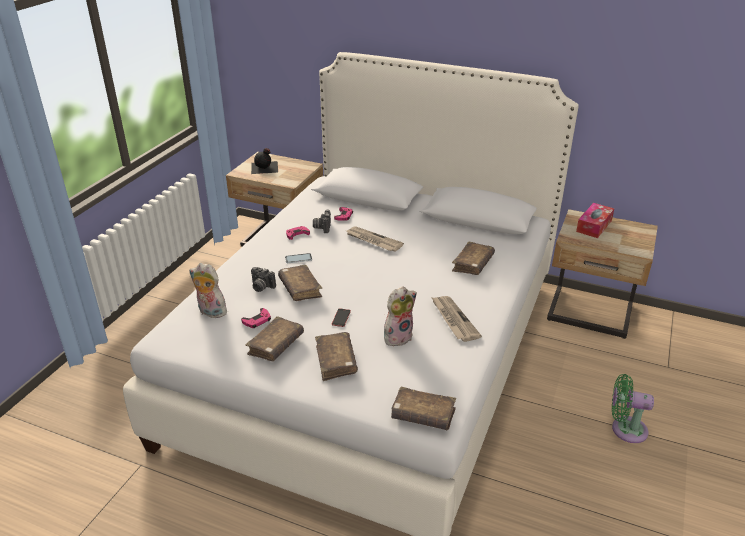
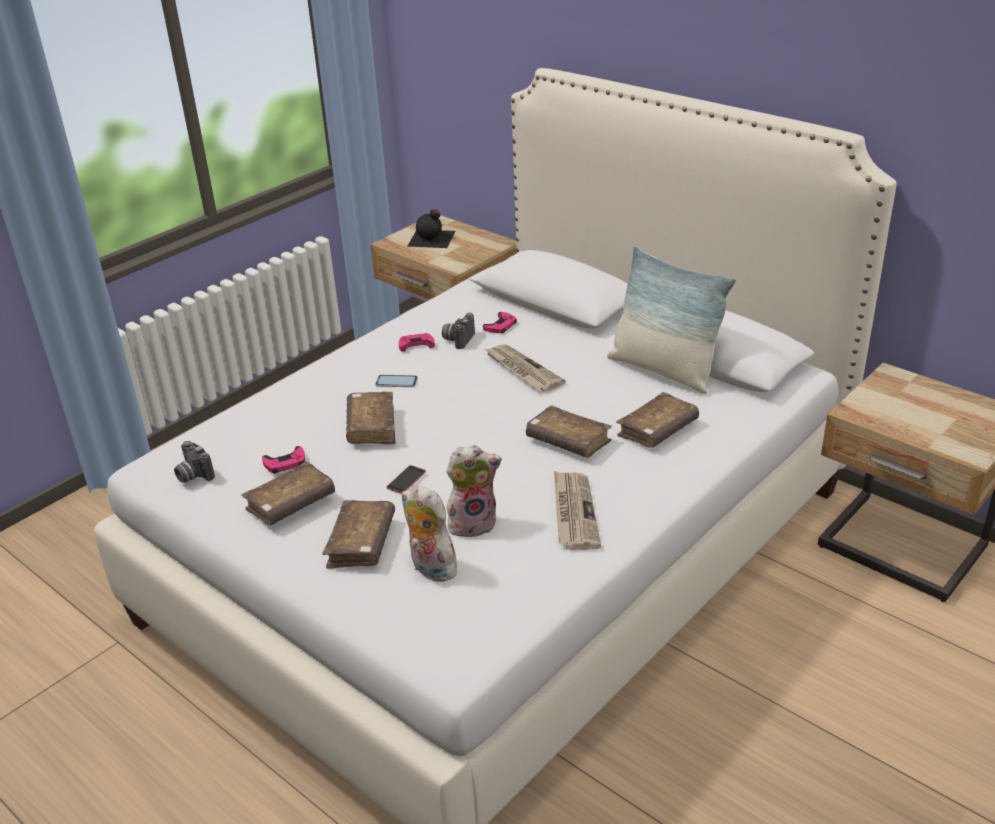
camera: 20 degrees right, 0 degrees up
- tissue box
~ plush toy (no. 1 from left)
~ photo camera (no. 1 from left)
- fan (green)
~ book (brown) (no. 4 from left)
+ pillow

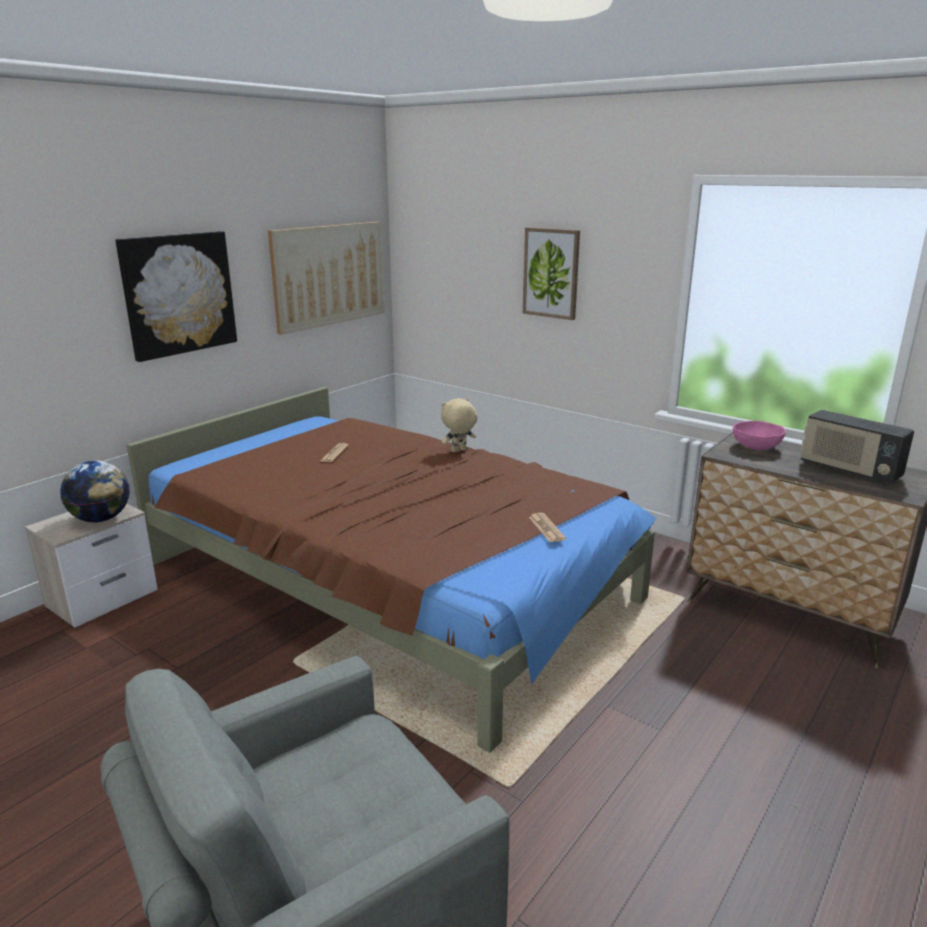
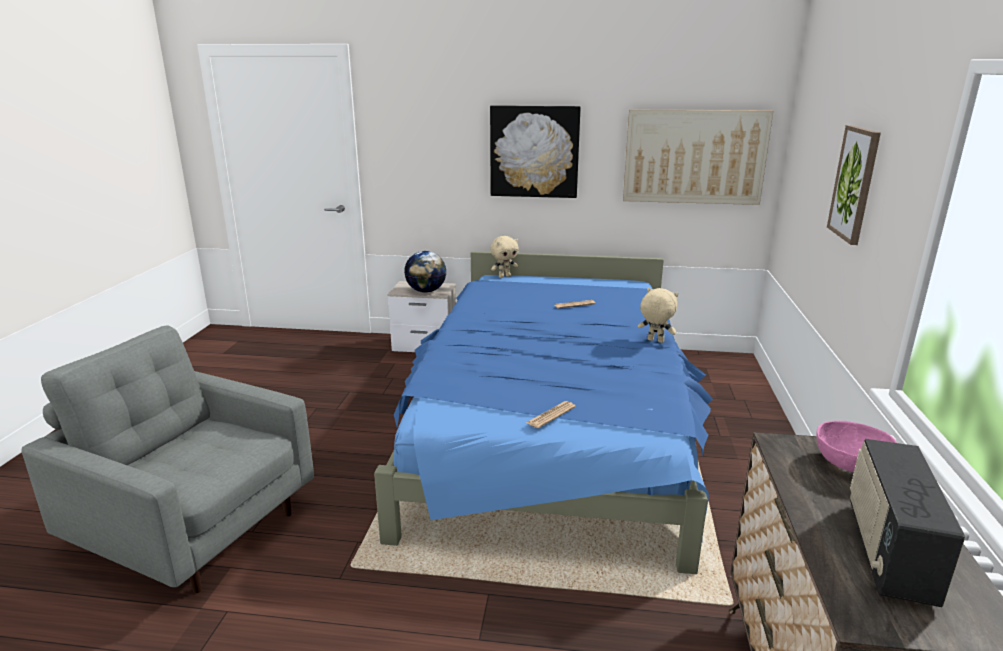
camera: 60 degrees right, 0 degrees up
~ bed (brown) to bed (blue)
+ plush toy (beige) (no. 1 from left)

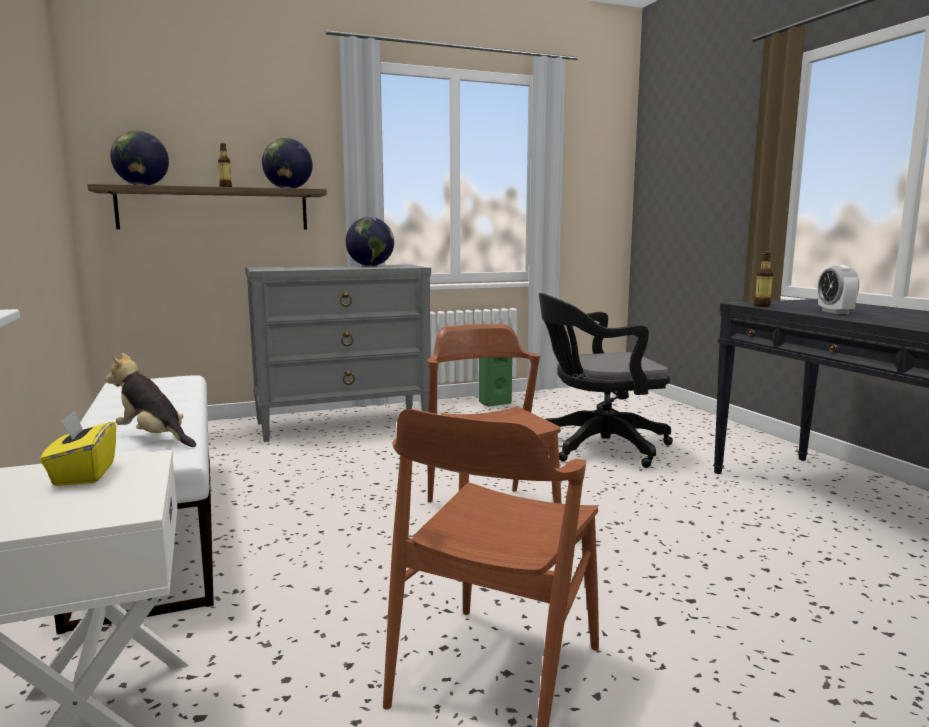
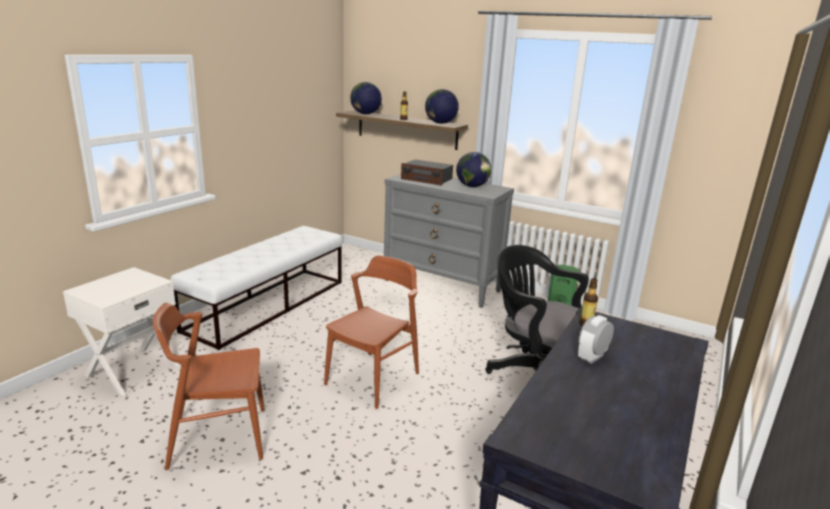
camera: 50 degrees right, 10 degrees up
- plush toy
- tissue box (yellow)
+ radio

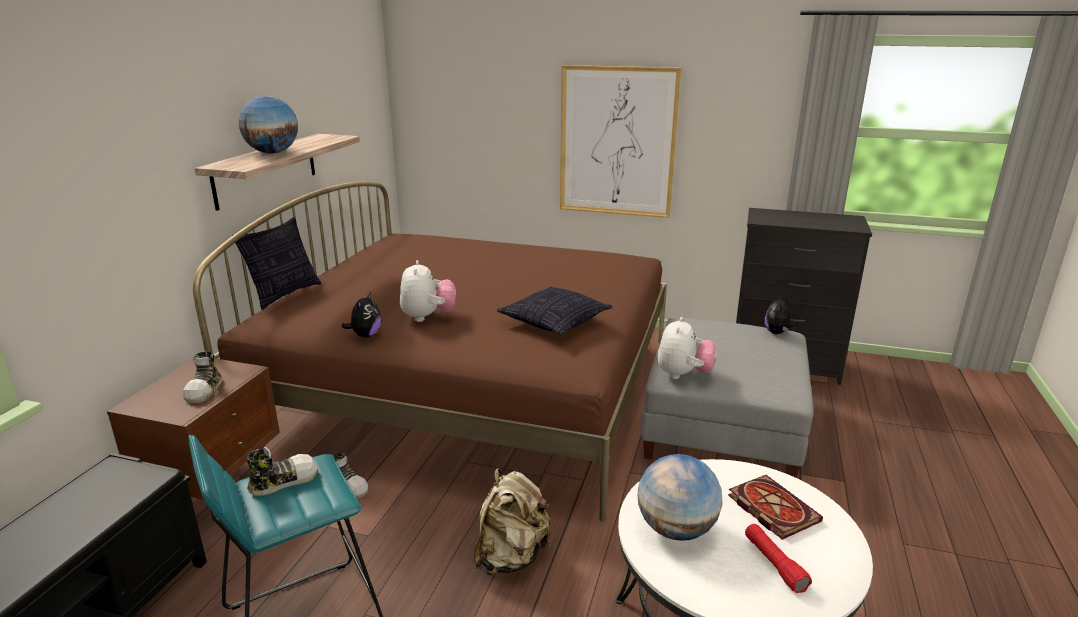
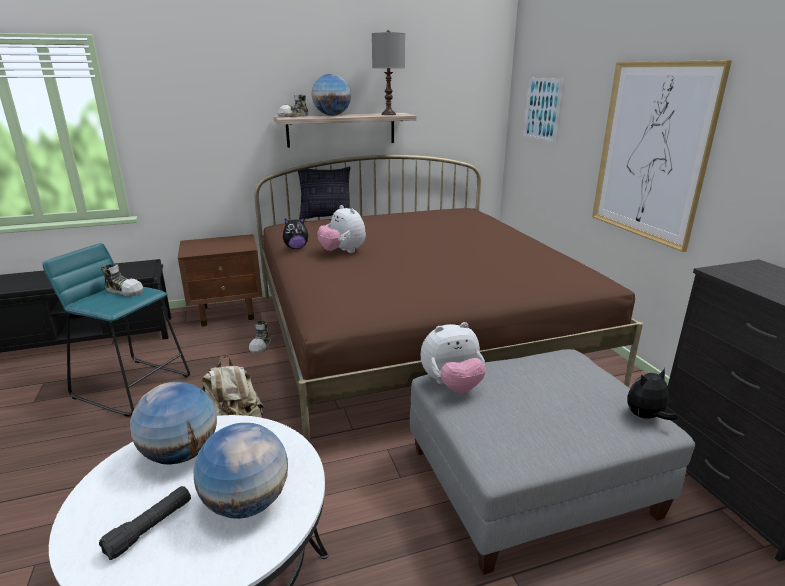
camera: 55 degrees right, 0 degrees up
~ plush toy (no. 2 from left) 90 degrees clockwise
- pillow (no. 2 from left)
~ shoe (no. 1 from left in the first image) to shoe (no. 3 from left)
~ book to globe (no. 2 from left)
~ flashlight (red) to flashlight (black)
+ table lamp (grey)
+ picture (no. 1 from left)

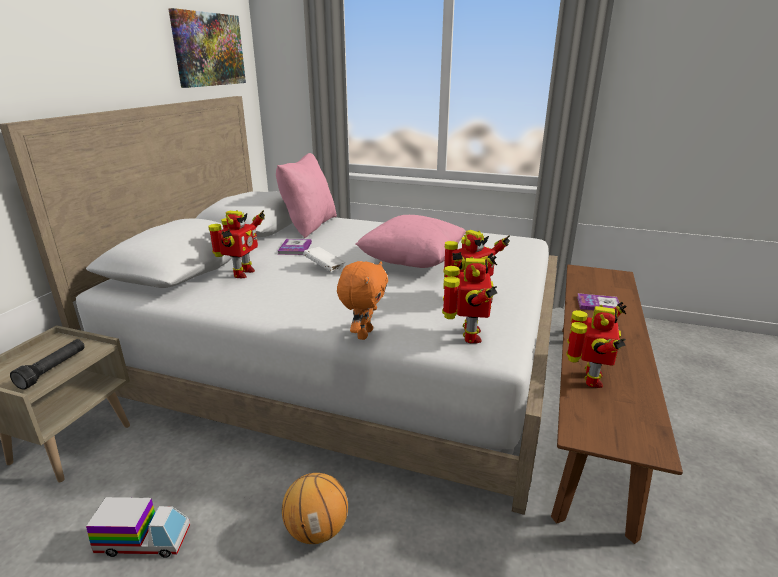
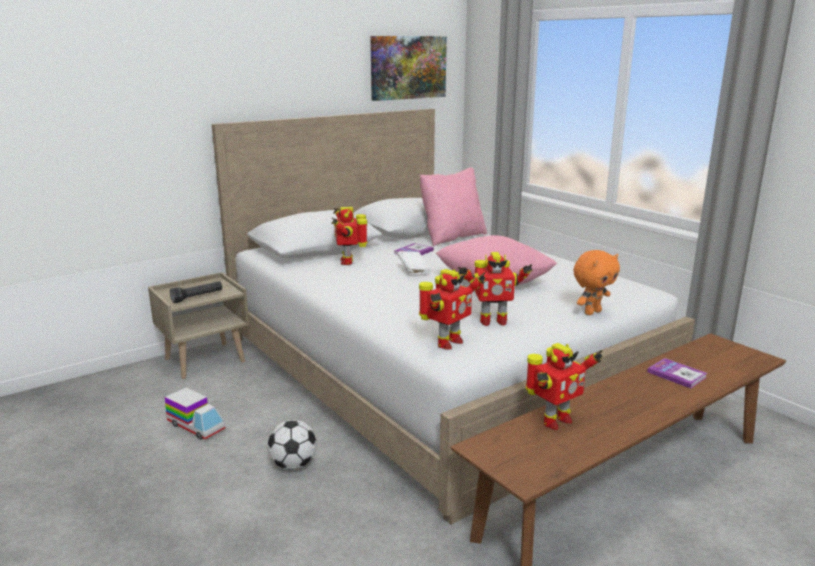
camera: 35 degrees right, 5 degrees down
~ toy robot (no. 1 from left) 120 degrees clockwise
~ plush toy (orange)
~ basketball to football

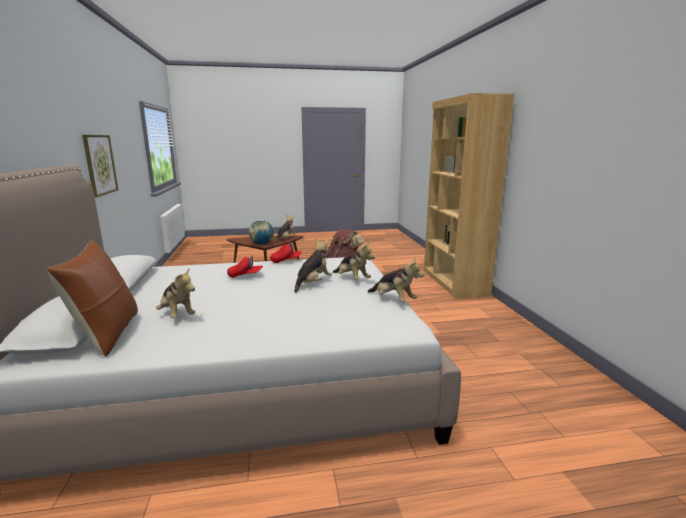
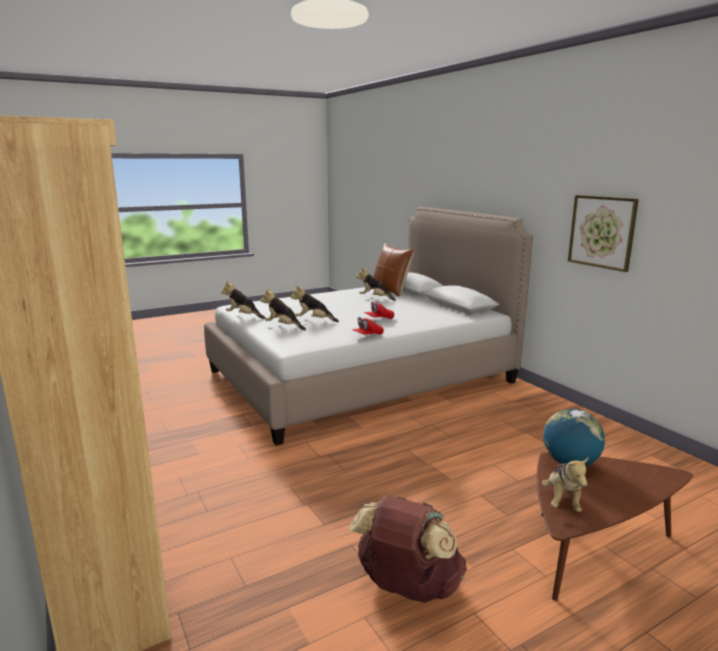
camera: 160 degrees right, 0 degrees up
~ plush toy (no. 3 from left) 90 degrees clockwise

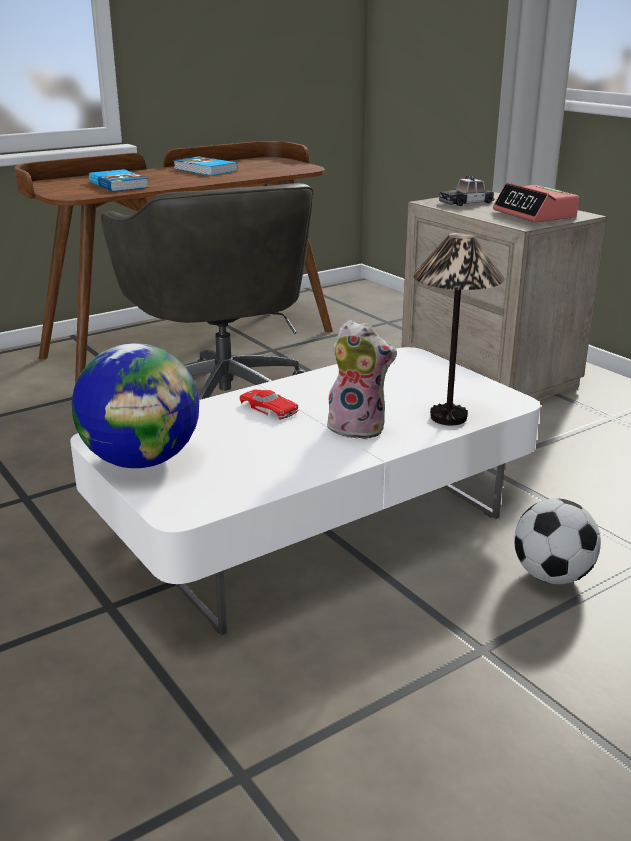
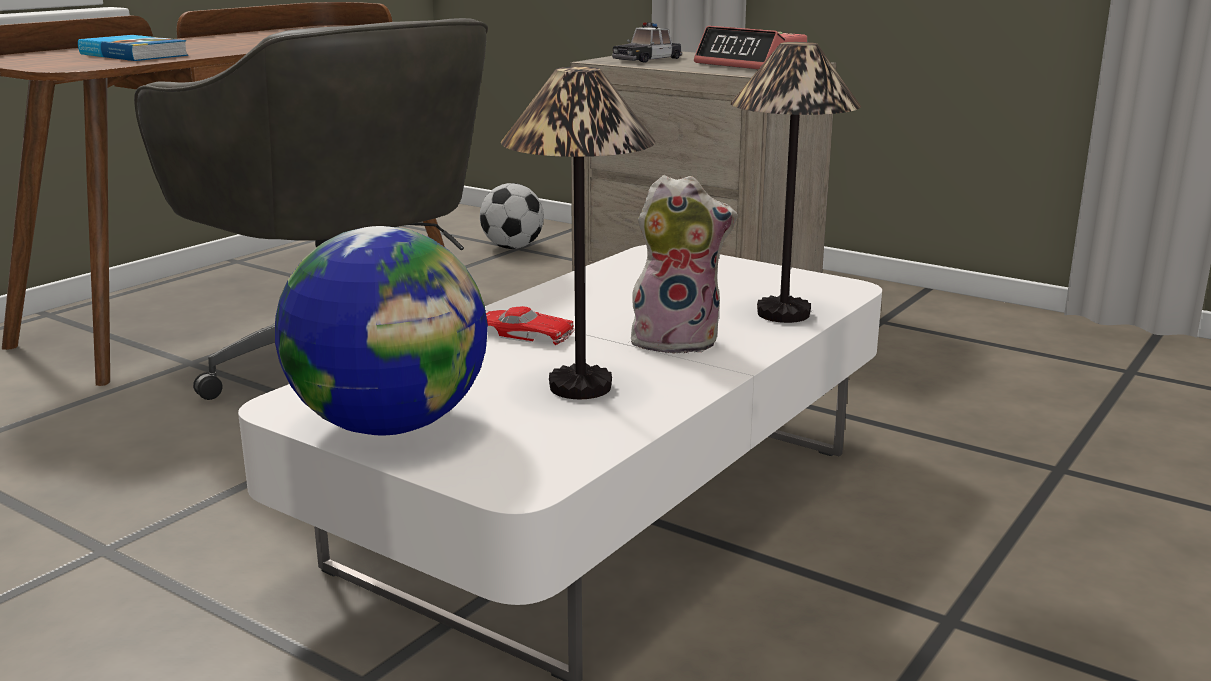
camera: 20 degrees left, 5 degrees down
- book (no. 2 from left)
~ football
+ table lamp (no. 1 from left)

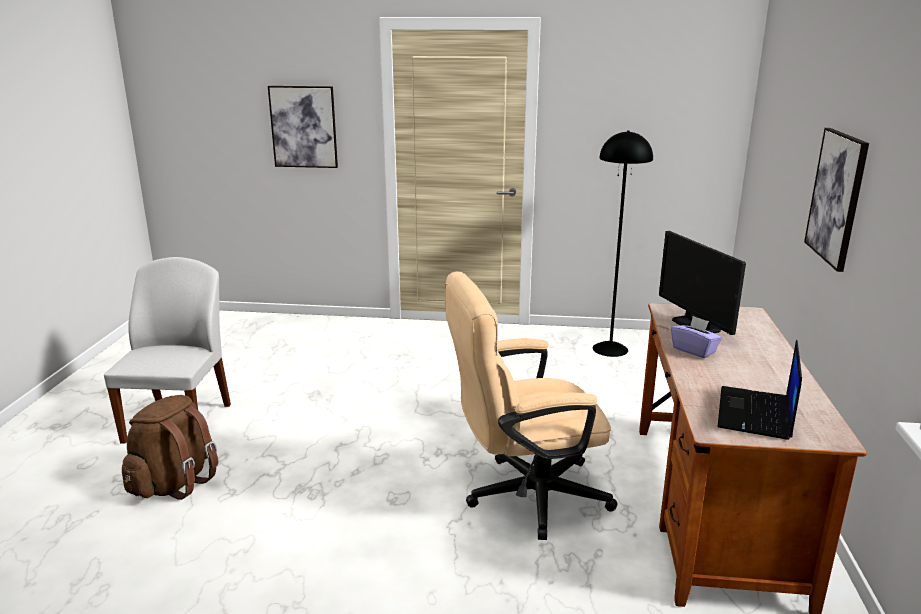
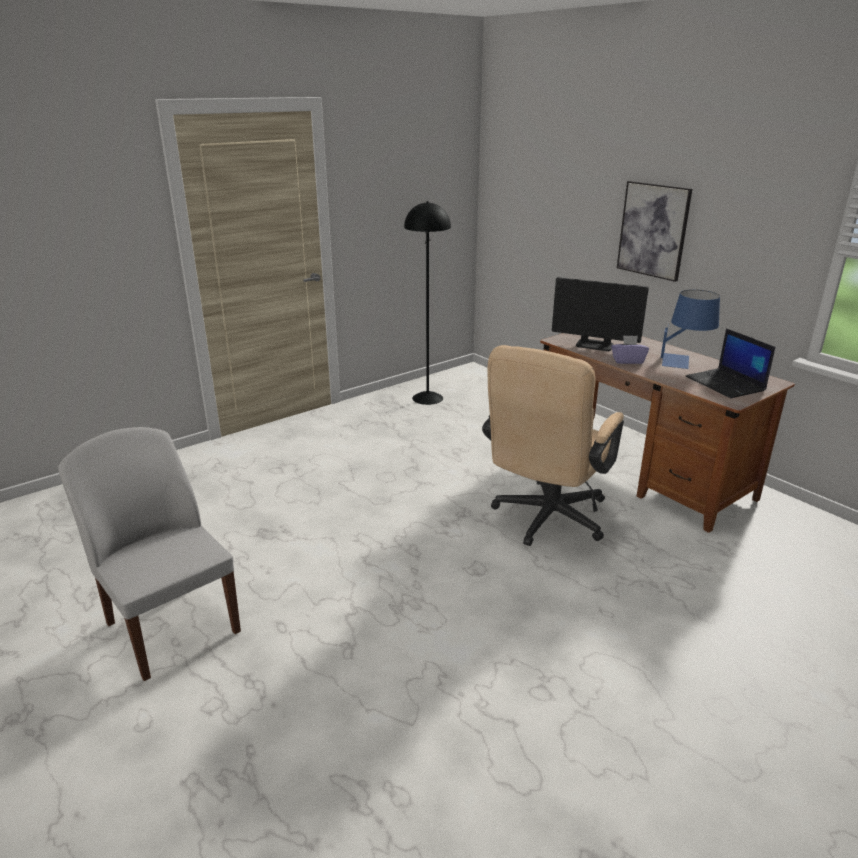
camera: 45 degrees left, 5 degrees up
- picture (no. 1 from left)
- backpack (brown)
+ table lamp (blue)

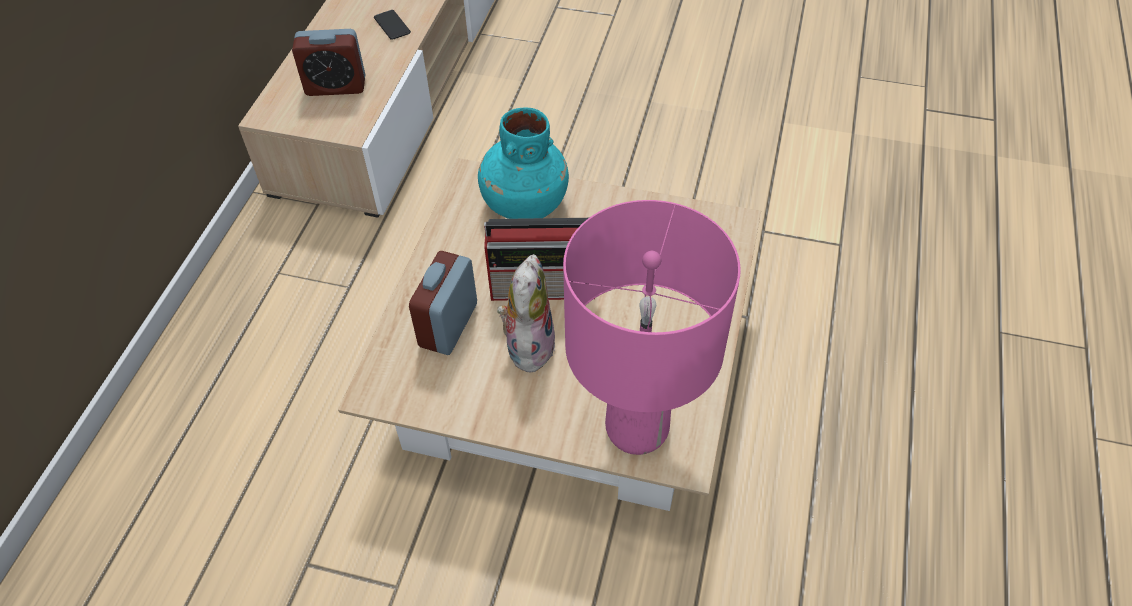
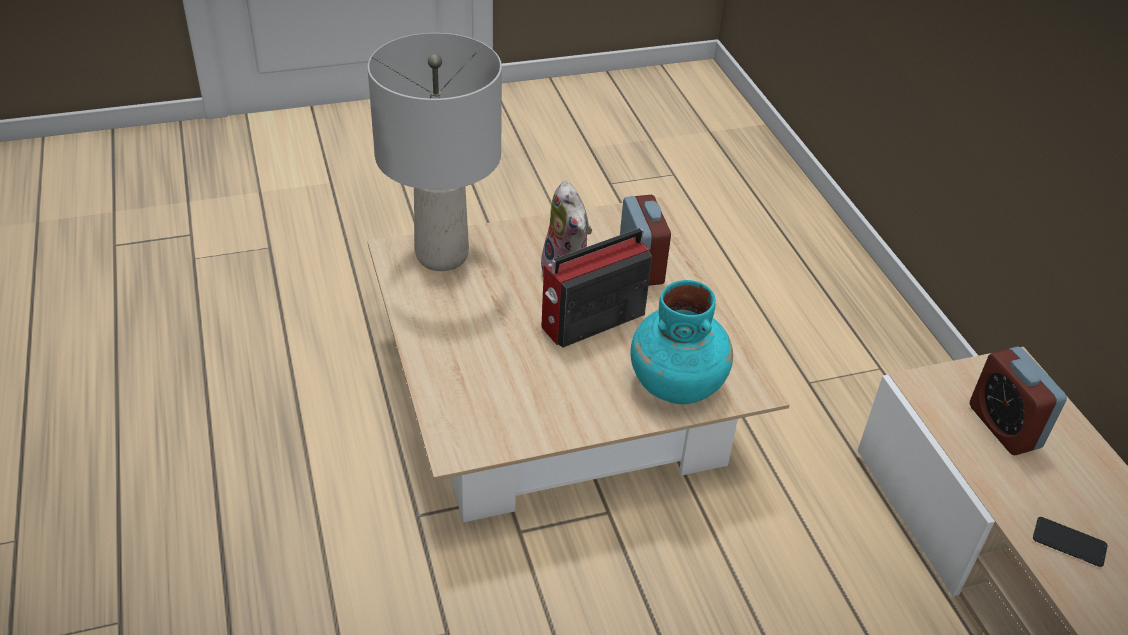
camera: 145 degrees right, 10 degrees down
~ alarm clock (no. 1 from left in the first image) 75 degrees counterclockwise
~ table lamp (pink) to table lamp (grey)

